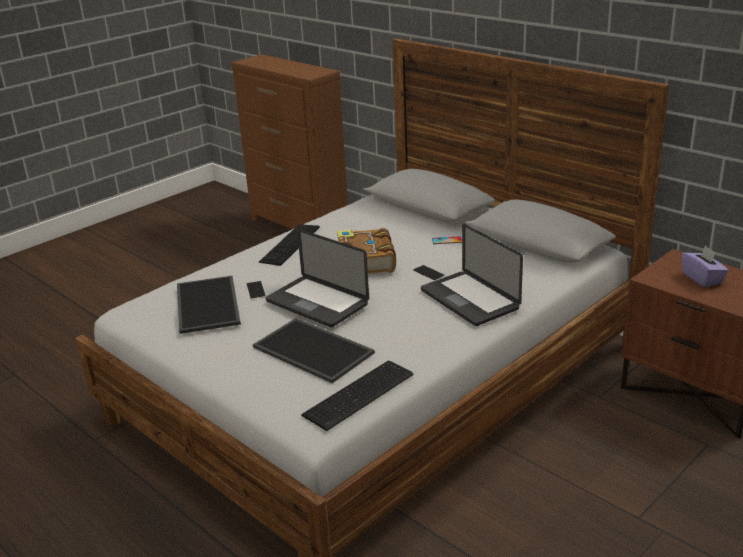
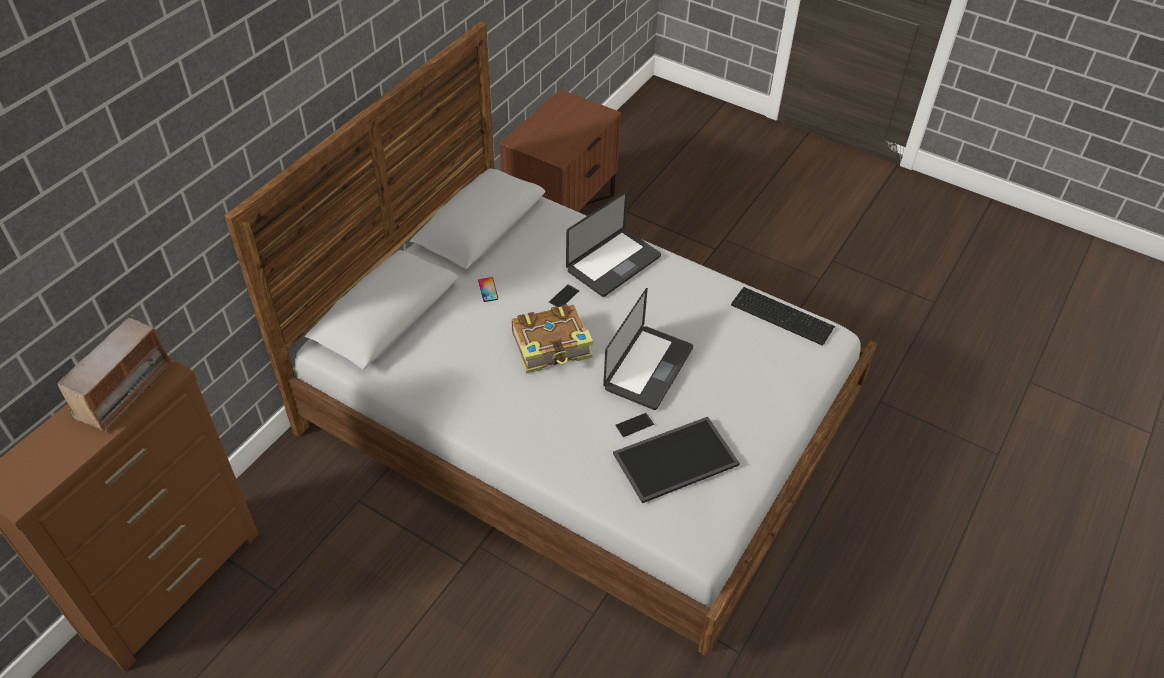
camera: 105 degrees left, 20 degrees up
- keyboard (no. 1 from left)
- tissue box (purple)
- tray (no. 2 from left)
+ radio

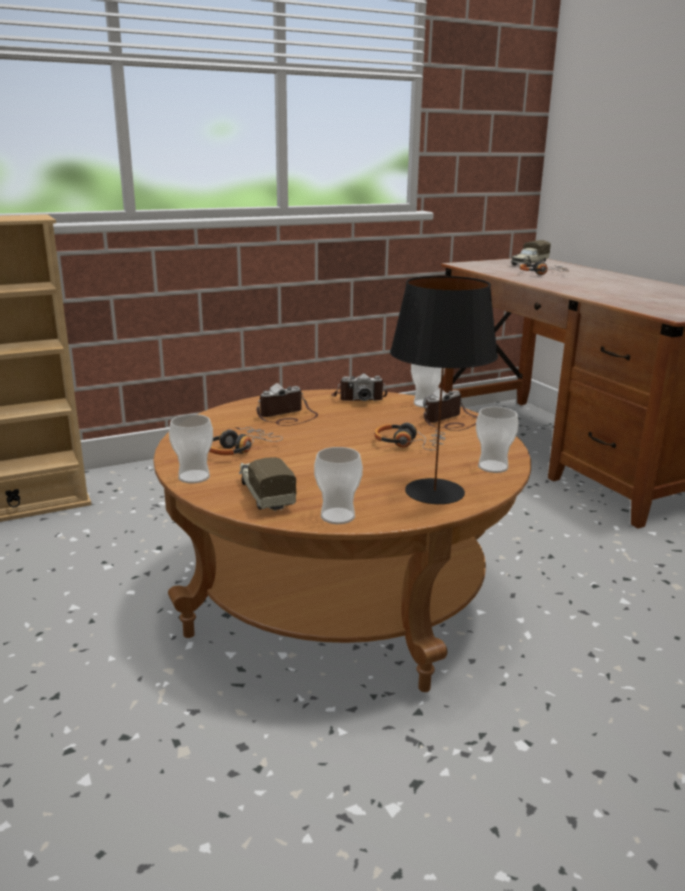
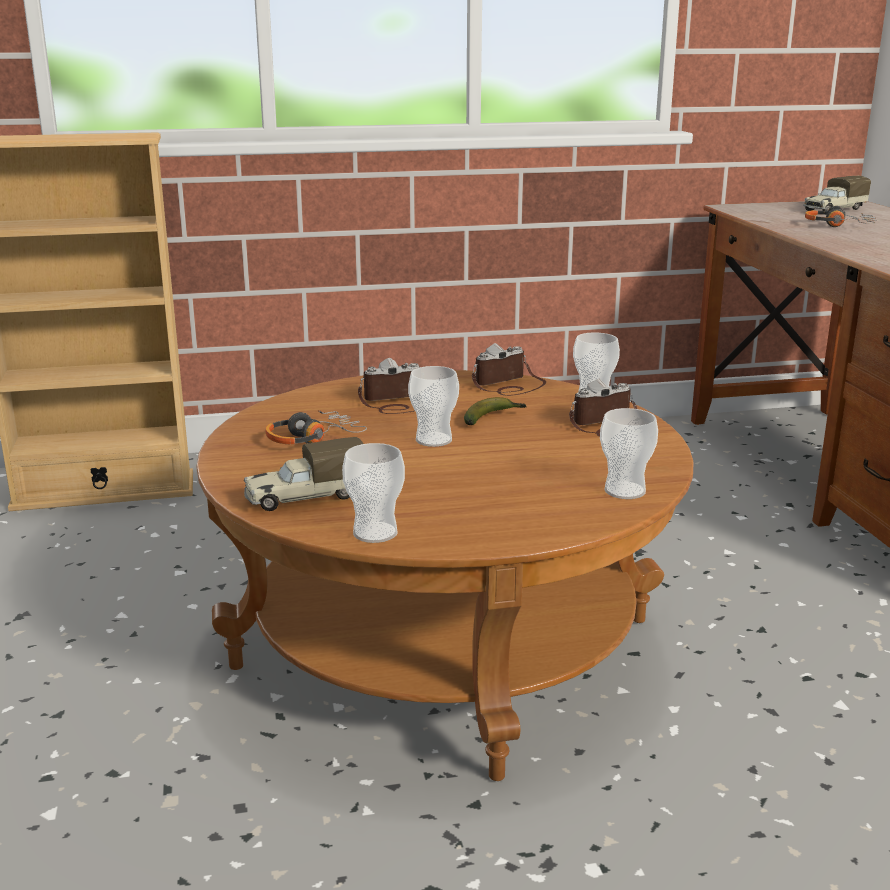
camera: 15 degrees right, 0 degrees up
- table lamp (black)
~ photo camera (no. 2 from left) 135 degrees clockwise
~ cup (no. 1 from left in the first image) to cup (no. 2 from left)
- headphones (no. 2 from left)
~ toy truck (no. 1 from left) 105 degrees counterclockwise
+ banana

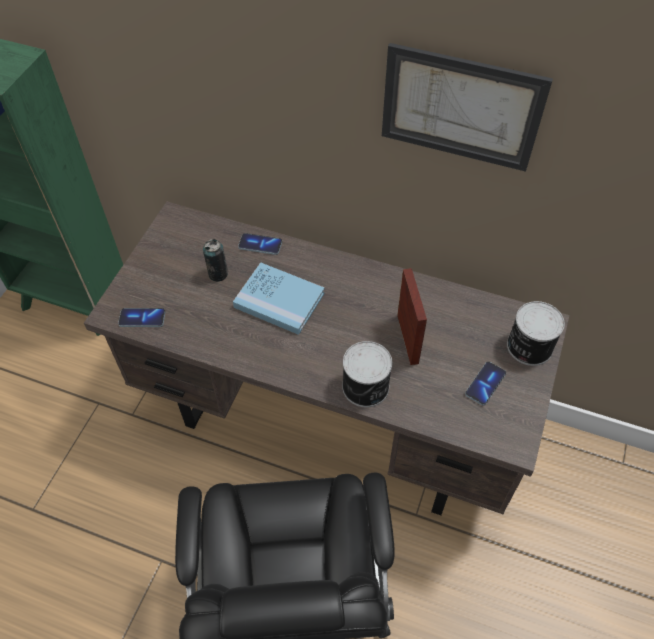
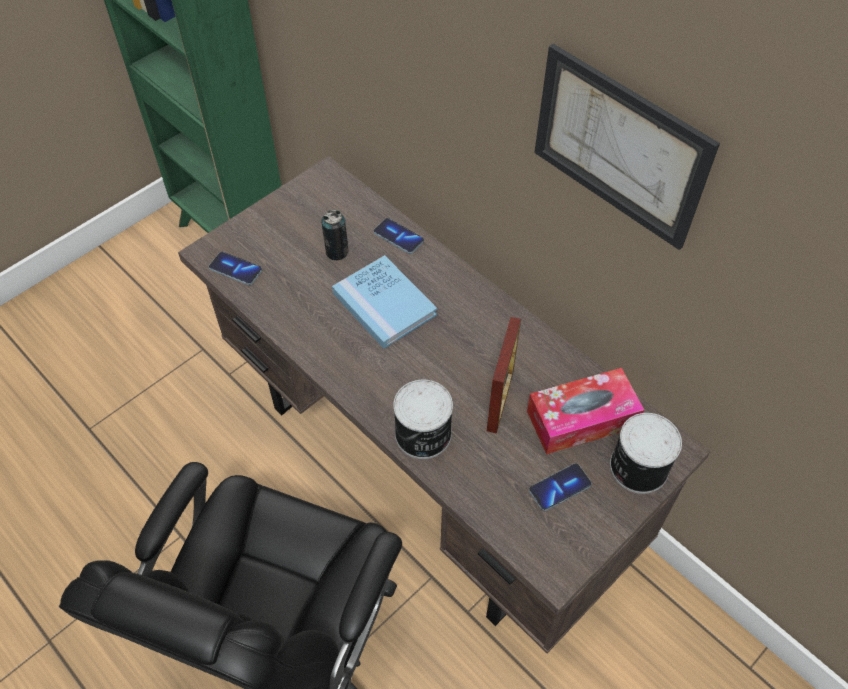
camera: 25 degrees right, 0 degrees up
+ tissue box

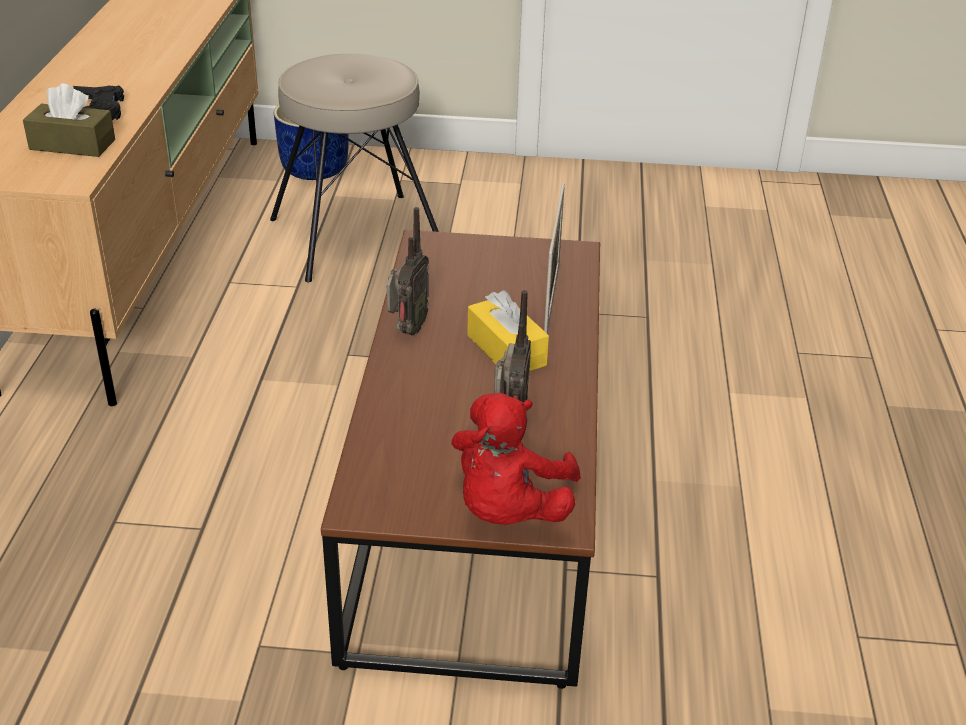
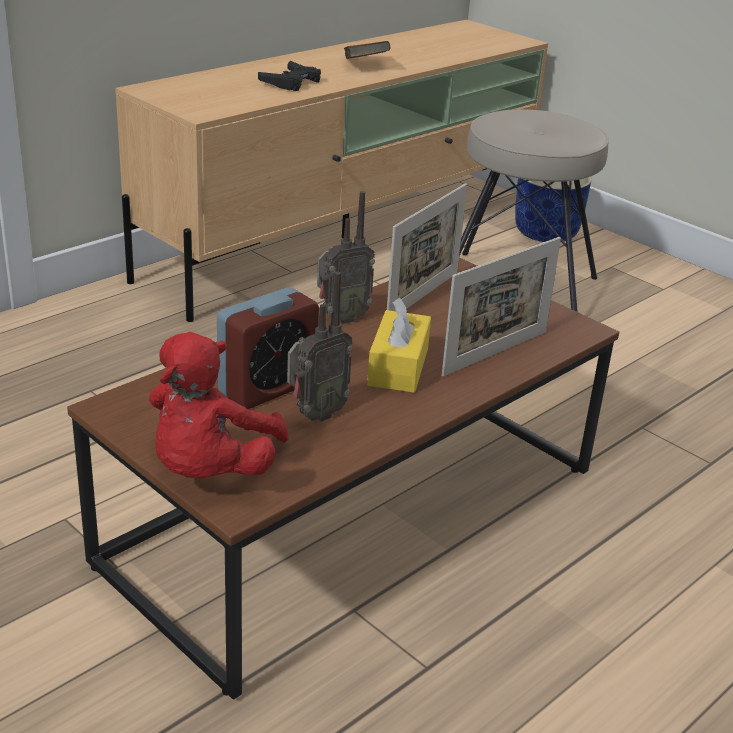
camera: 40 degrees right, 5 degrees down
- tissue box (brown)
~ plush toy (red) 45 degrees counterclockwise
+ book (brown)
+ picture frame (no. 1 from left)
+ alarm clock

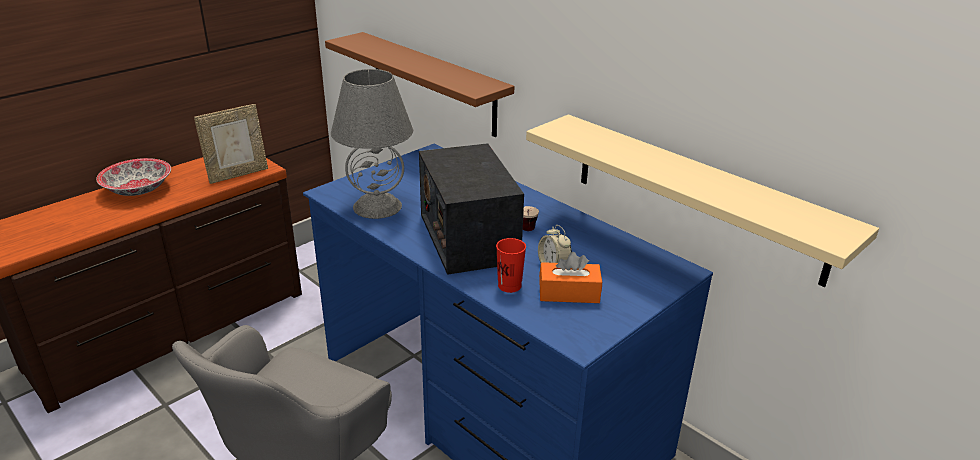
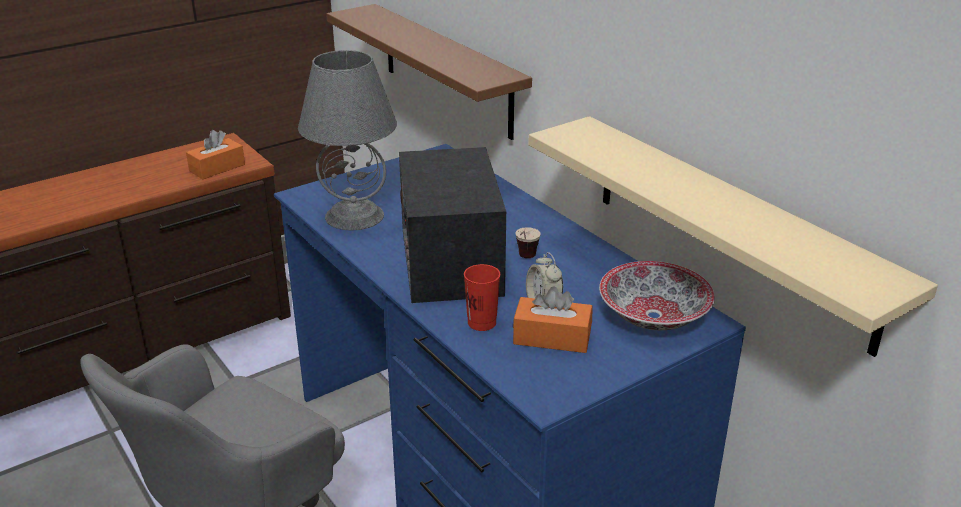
camera: 10 degrees right, 0 degrees up
~ picture frame to tissue box (orange) (no. 1 from left)
~ bowl

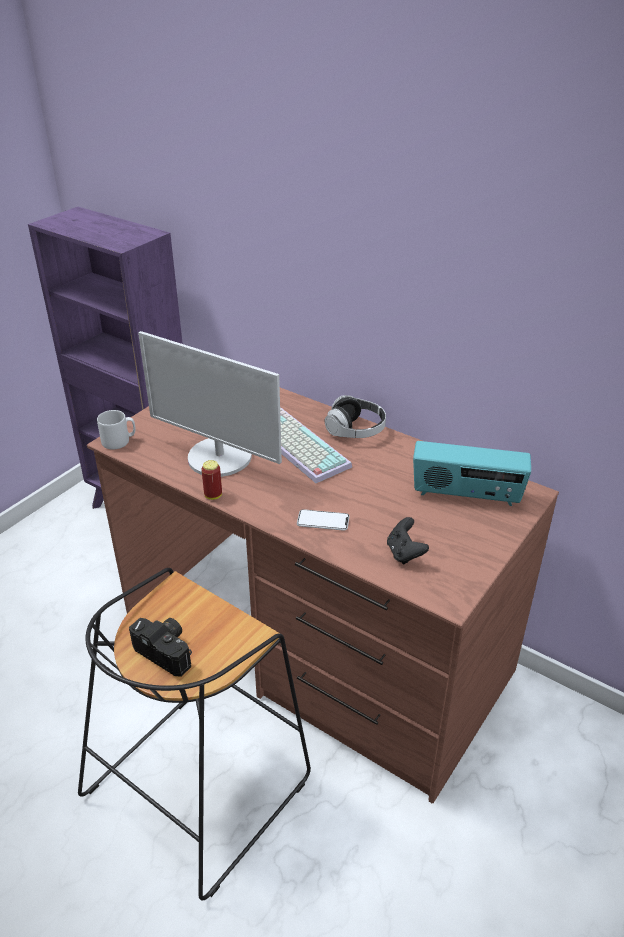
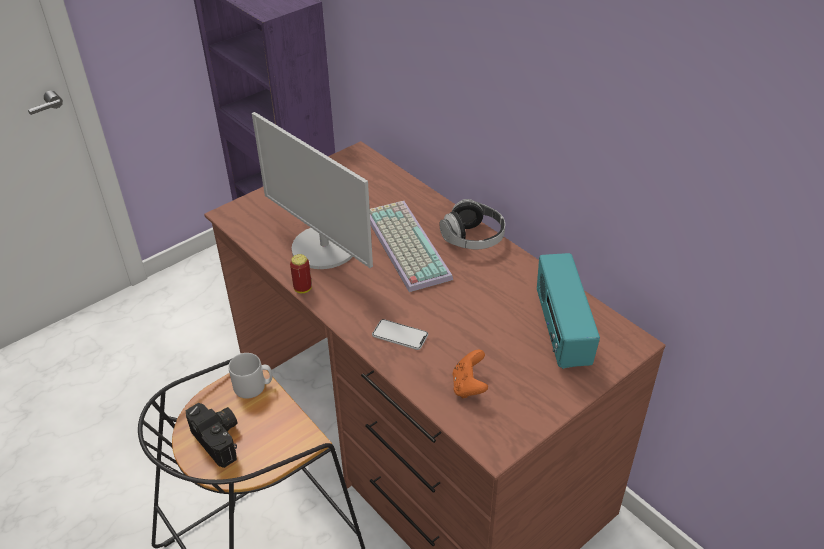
camera: 15 degrees right, 5 degrees up
~ mug (grey)
~ radio 60 degrees clockwise
~ game controller (black) to game controller (orange)

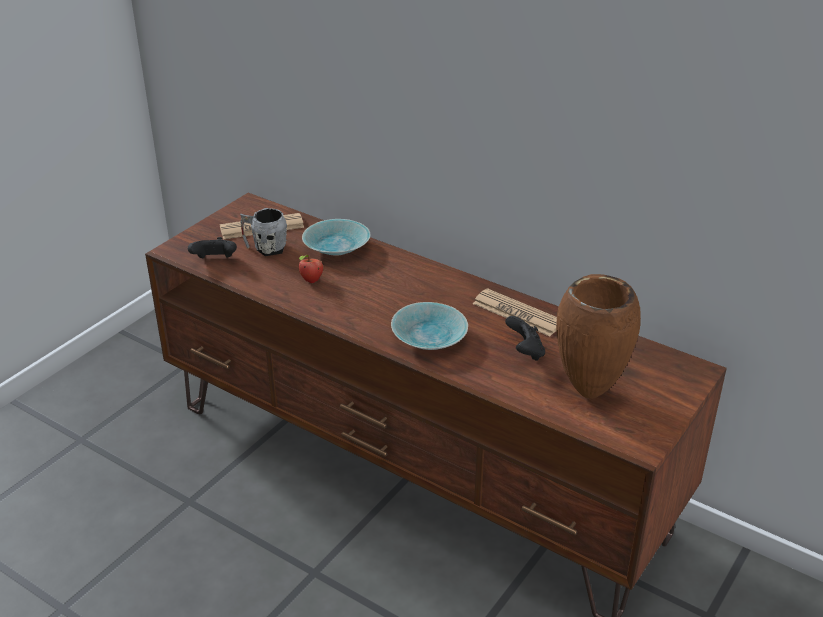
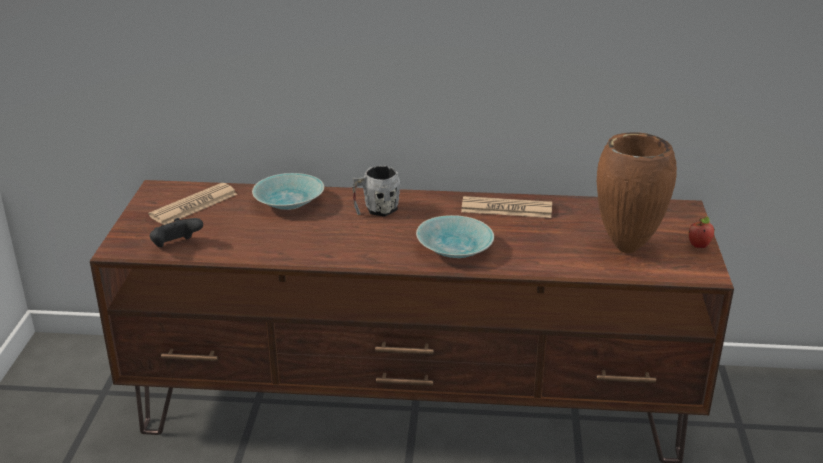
camera: 30 degrees left, 5 degrees down
~ mug (grey)
~ apple
- game controller (black) (no. 2 from left)

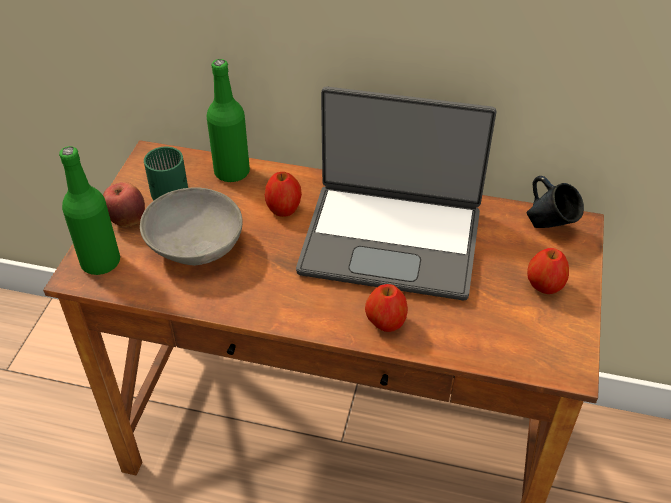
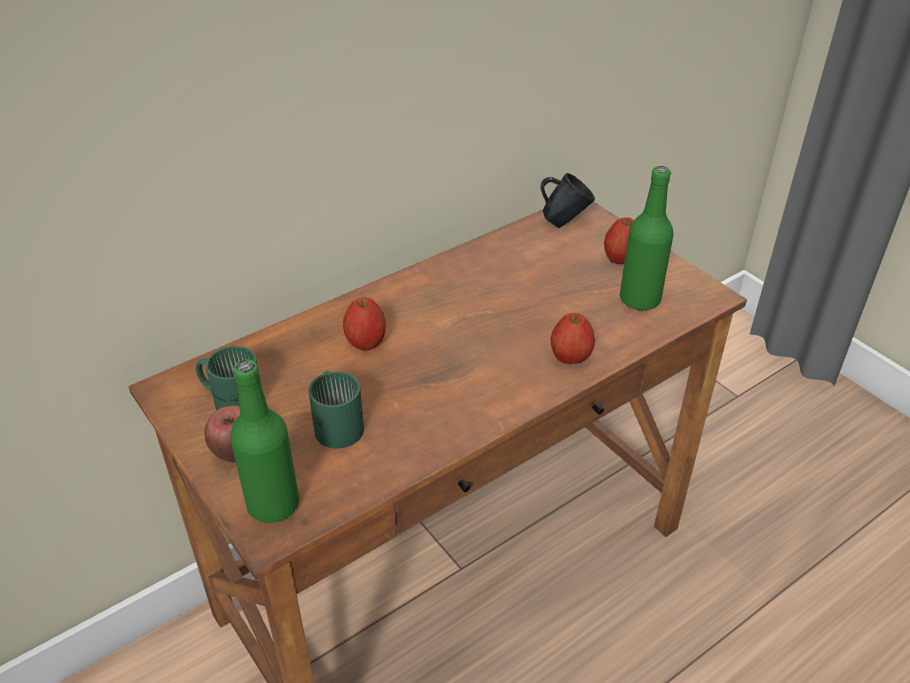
camera: 50 degrees left, 5 degrees down
~ bottle (green) (no. 2 from left)
- laptop
~ bowl (grey) to mug (green) (no. 2 from left)

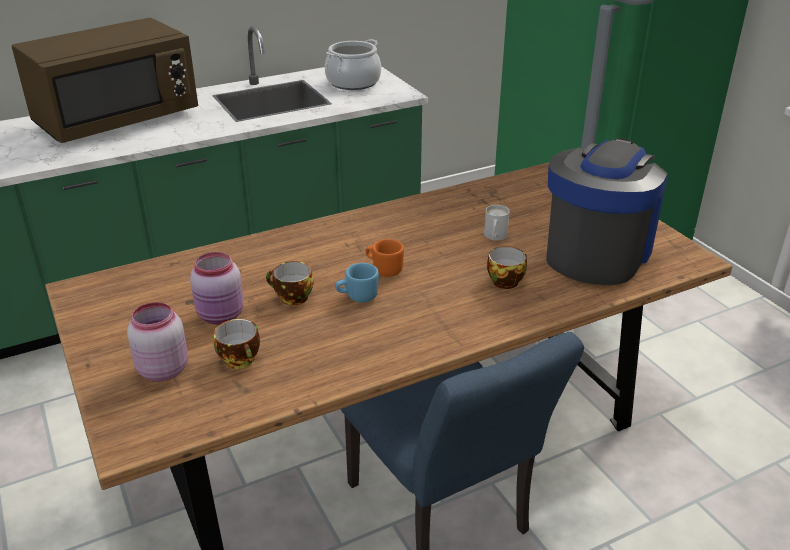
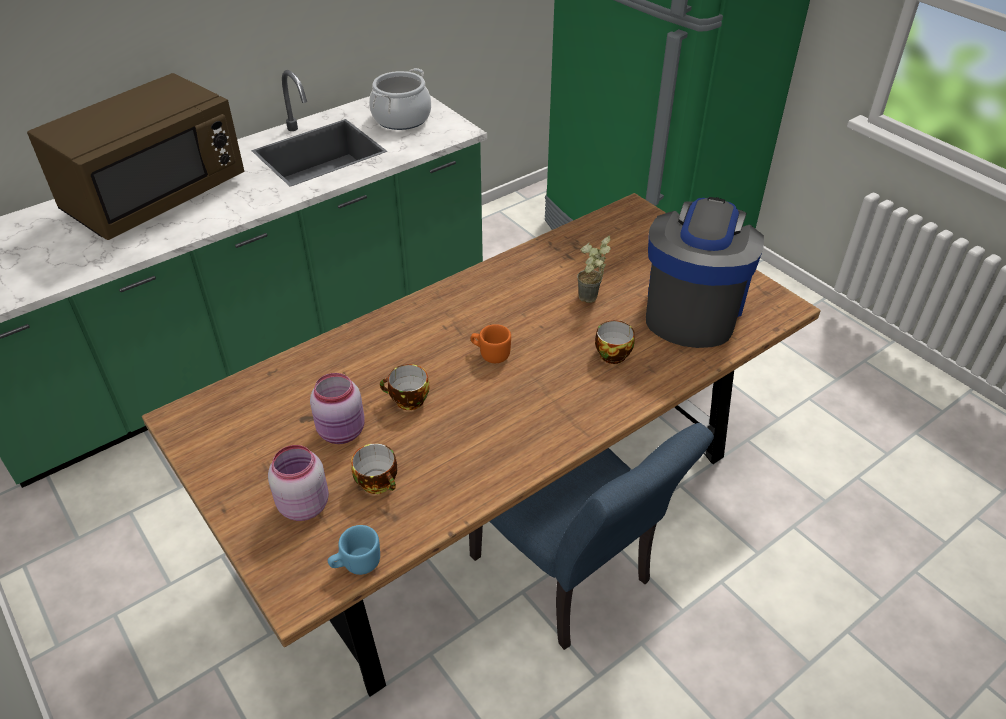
camera: 10 degrees left, 10 degrees up
~ mug (white) to potted plant
~ mug (blue)

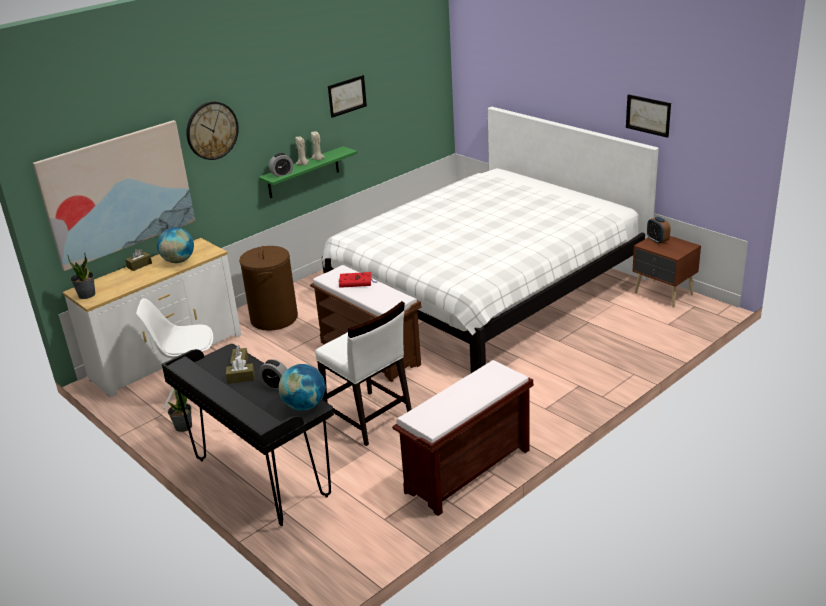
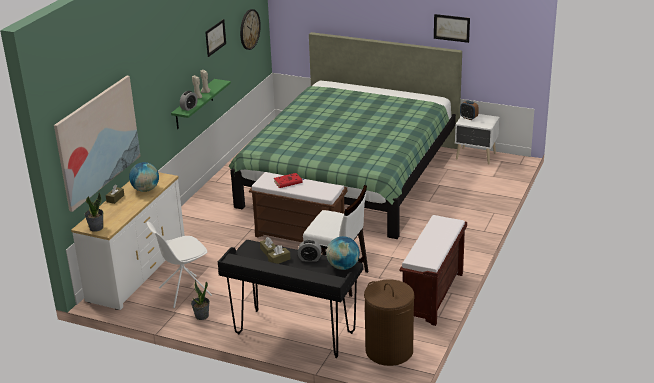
camera: 25 degrees left, 0 degrees up
~ wall clock
~ bed (white) to bed (green)
~ nightstand (brown) to nightstand (white)
~ laundry basket (brown)

